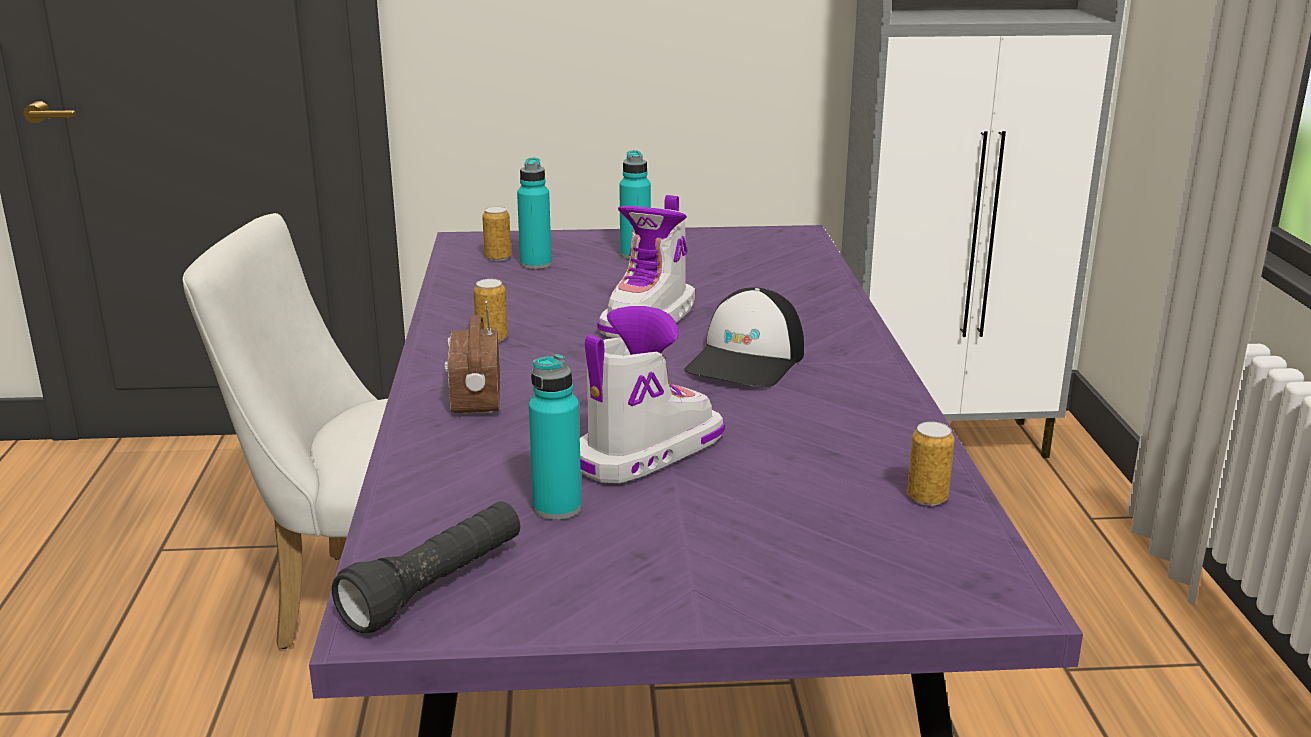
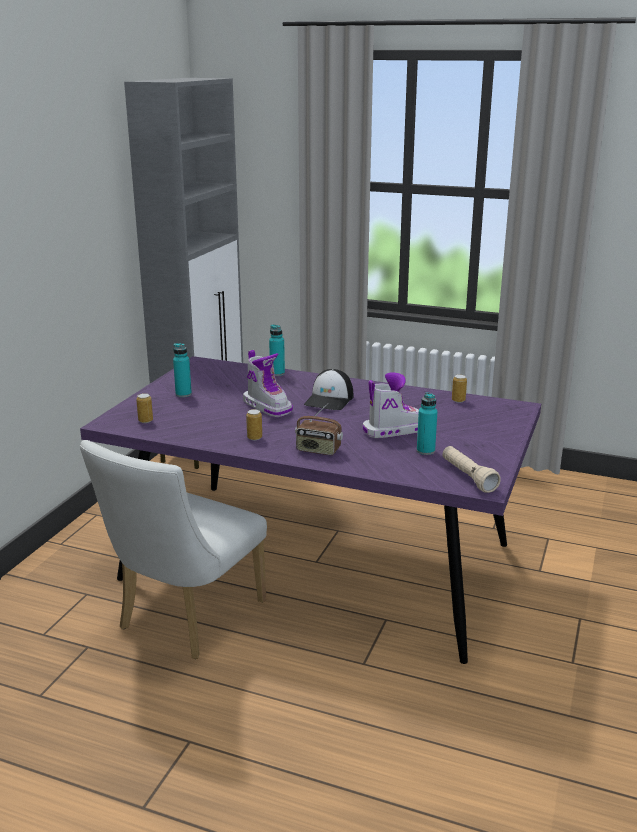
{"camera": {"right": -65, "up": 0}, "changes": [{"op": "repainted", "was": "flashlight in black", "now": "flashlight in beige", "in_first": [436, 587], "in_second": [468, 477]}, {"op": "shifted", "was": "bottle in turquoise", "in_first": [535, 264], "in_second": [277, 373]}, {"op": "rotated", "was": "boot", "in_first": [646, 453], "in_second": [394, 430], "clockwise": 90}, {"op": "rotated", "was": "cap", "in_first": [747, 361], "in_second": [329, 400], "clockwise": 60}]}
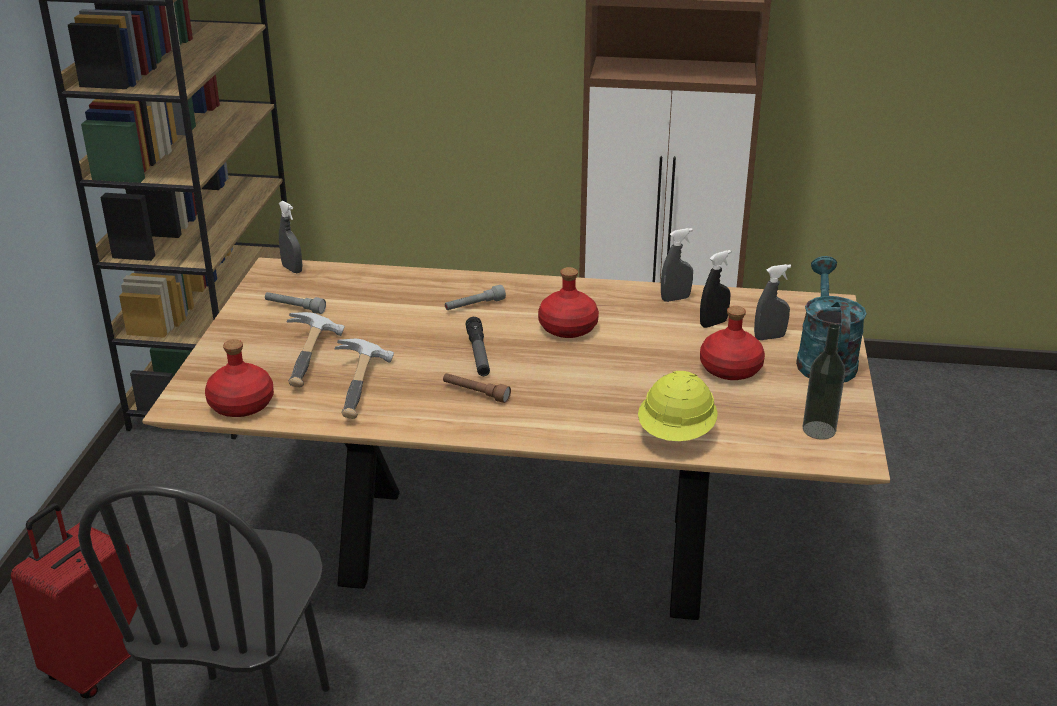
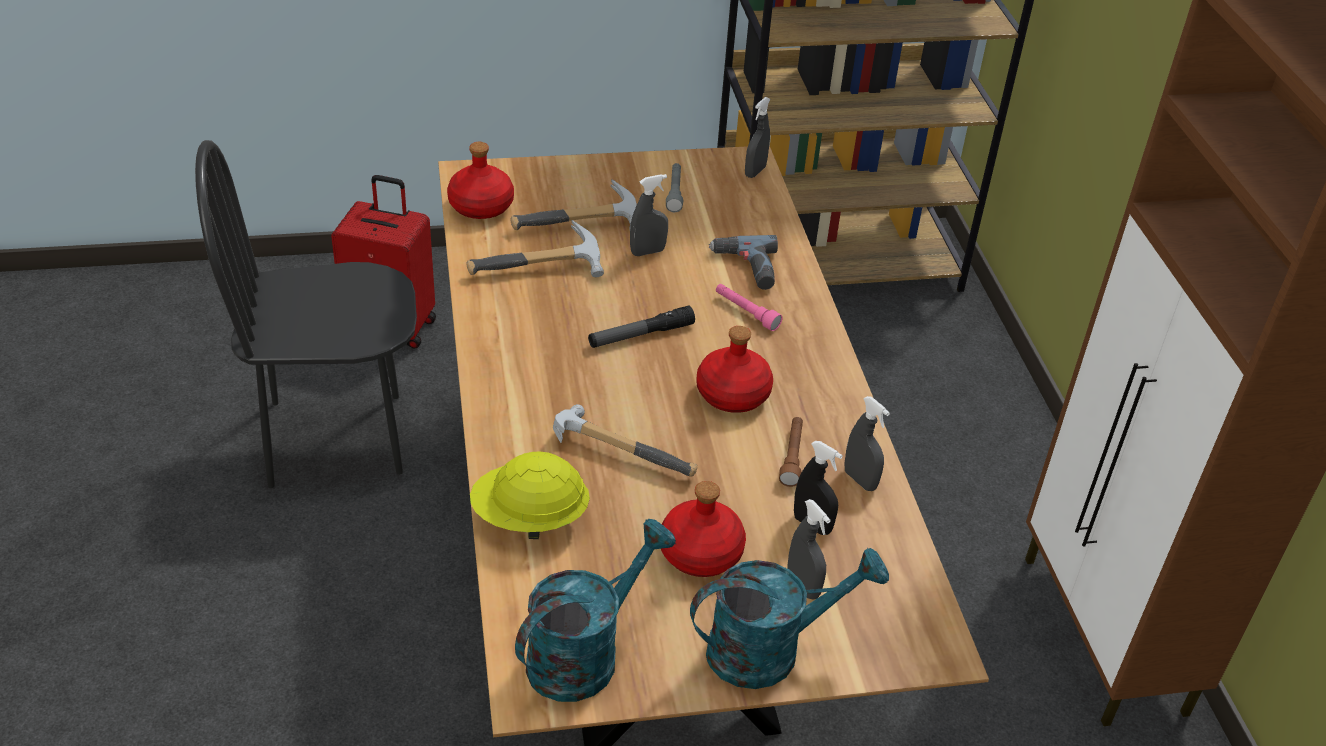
{"camera": {"right": 70, "up": 10}, "changes": [{"op": "shifted", "was": "flashlight in brown", "in_first": [475, 393], "in_second": [792, 457]}, {"op": "repainted", "was": "flashlight in grey", "now": "flashlight in pink", "in_first": [474, 306], "in_second": [746, 312]}, {"op": "swapped", "was": "bottle", "now": "watering can in turquoise", "in_first": [819, 430], "in_second": [584, 653]}, {"op": "new", "now": "hammer", "in_second": [620, 450]}, {"op": "new", "now": "spray bottle in grey", "in_second": [647, 252]}, {"op": "new", "now": "power drill", "in_second": [745, 268]}]}
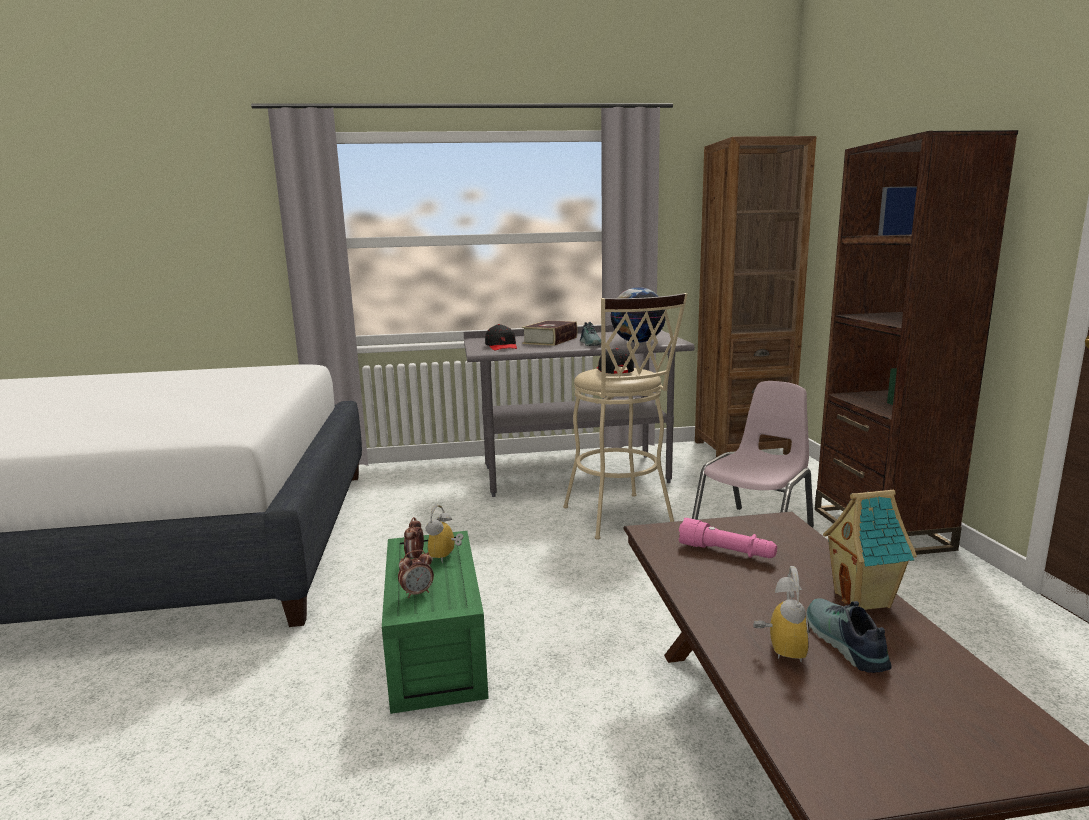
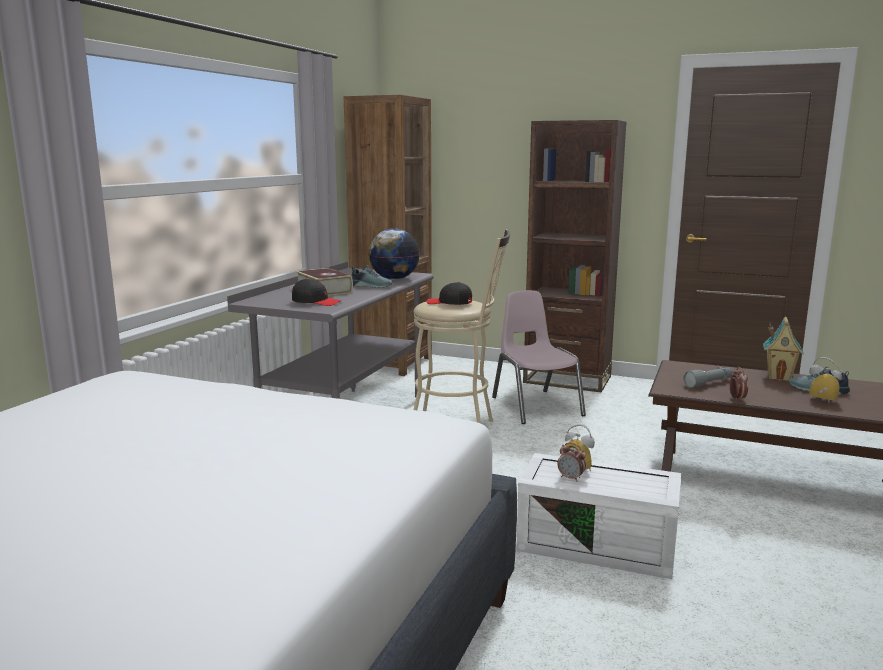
{"camera": {"right": -60, "up": 0}, "changes": [{"op": "repainted", "was": "storage box in green", "now": "storage box in white", "in_first": [439, 650], "in_second": [599, 544]}, {"op": "shifted", "was": "alarm clock", "in_first": [417, 593], "in_second": [737, 399]}, {"op": "repainted", "was": "flashlight in pink", "now": "flashlight in grey", "in_first": [727, 552], "in_second": [709, 383]}]}
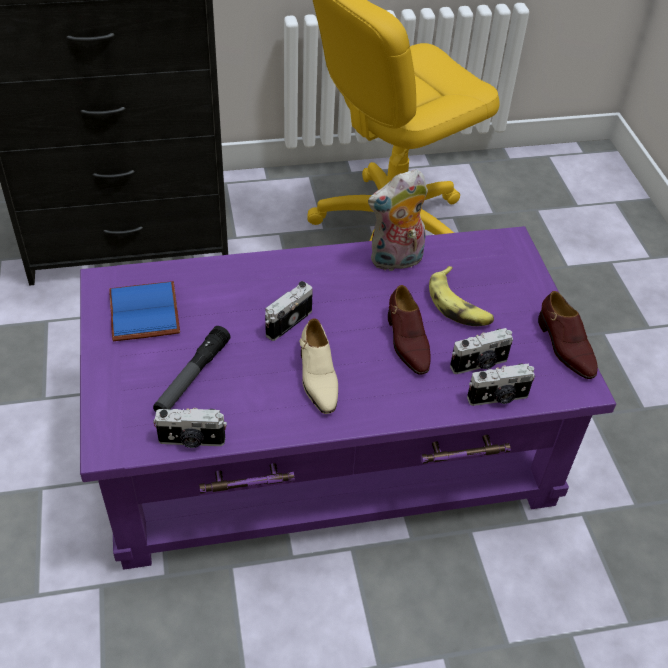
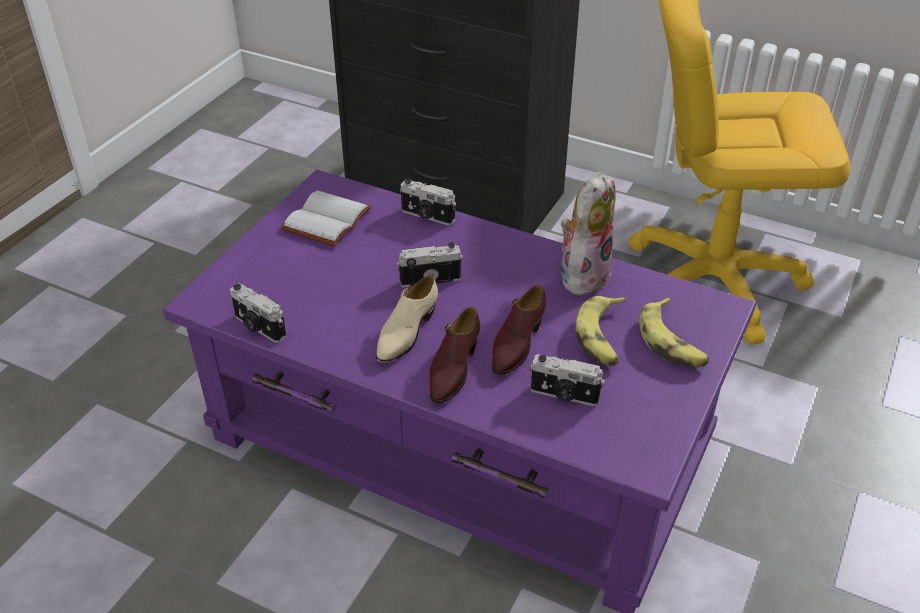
{"camera": {"right": 40, "up": -5}, "changes": [{"op": "repainted", "was": "book in blue", "now": "book in white", "in_first": [147, 313], "in_second": [328, 221]}, {"op": "gone", "was": "flashlight", "in_first": [192, 377]}, {"op": "rotated", "was": "plush toy", "in_first": [396, 261], "in_second": [583, 274], "clockwise": 105}, {"op": "shifted", "was": "photo camera", "in_first": [498, 398], "in_second": [427, 216]}, {"op": "shifted", "was": "shoe in brown", "in_first": [565, 347], "in_second": [453, 368]}, {"op": "new", "now": "banana", "in_second": [672, 342]}]}
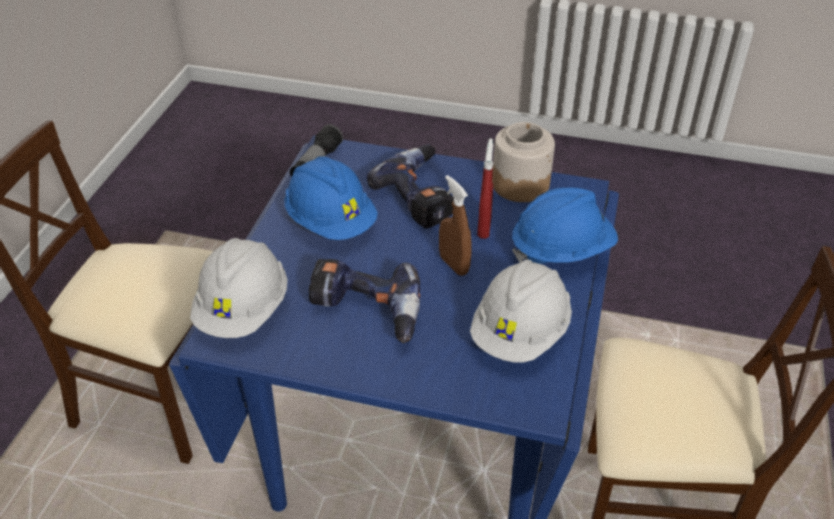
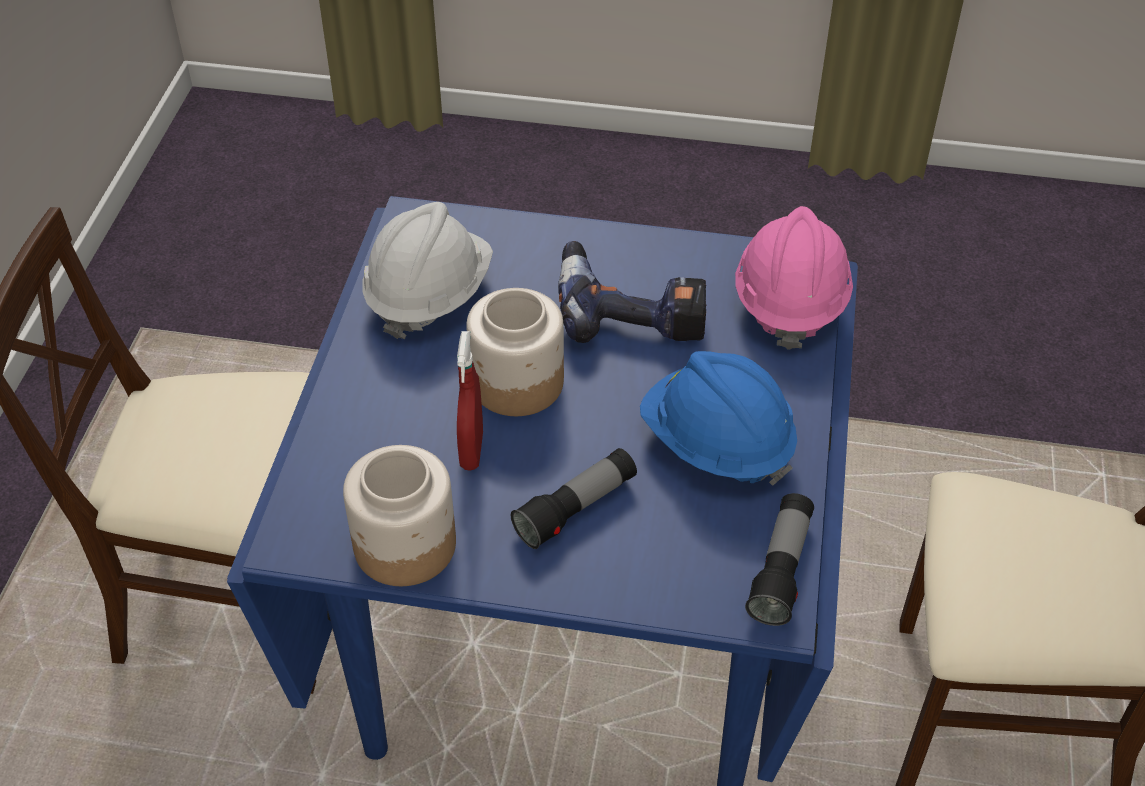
{"camera": {"right": 175, "up": 5}, "changes": [{"op": "repainted", "was": "hard hat in white", "now": "hard hat in pink", "in_first": [243, 310], "in_second": [789, 301]}, {"op": "swapped", "was": "power drill", "now": "flashlight", "in_first": [422, 195], "in_second": [576, 509]}, {"op": "swapped", "was": "spray bottle in brown", "now": "jar", "in_first": [454, 265], "in_second": [517, 383]}, {"op": "gone", "was": "hard hat in blue", "in_first": [561, 250]}]}
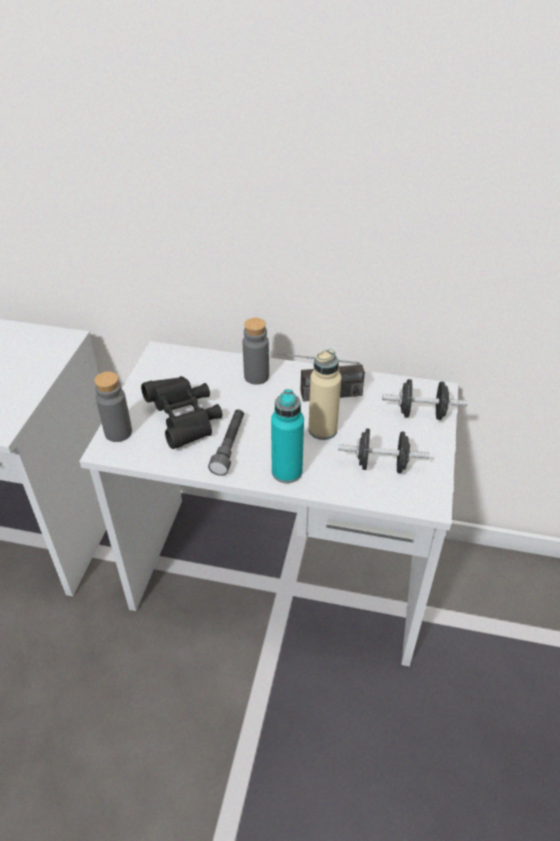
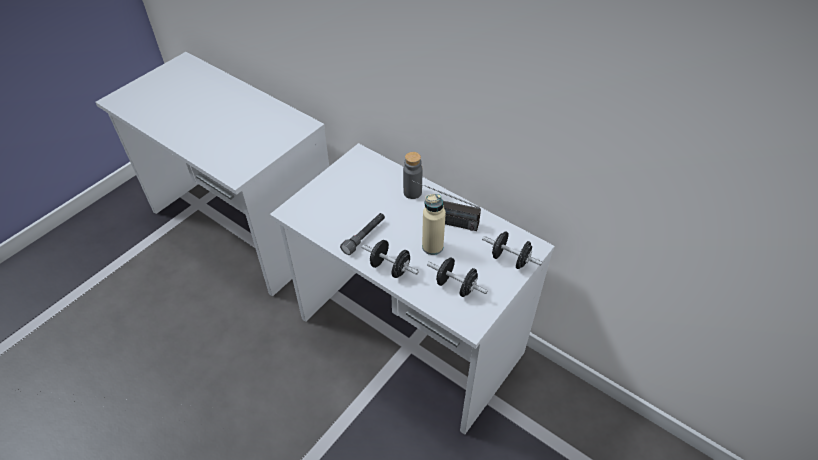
{"camera": {"right": 25, "up": 5}, "changes": [{"op": "gone", "was": "bottle in grey", "in_first": [118, 432]}, {"op": "gone", "was": "binoculars in black", "in_first": [185, 421]}, {"op": "swapped", "was": "bottle in turquoise", "now": "dumbbell in black", "in_first": [287, 472], "in_second": [390, 268]}]}
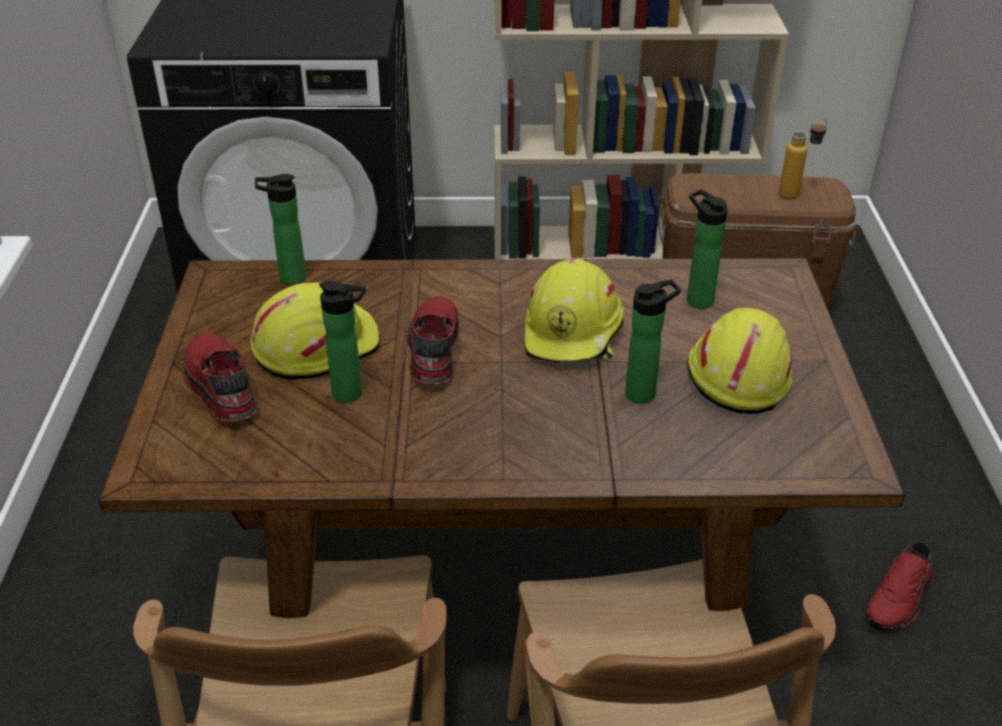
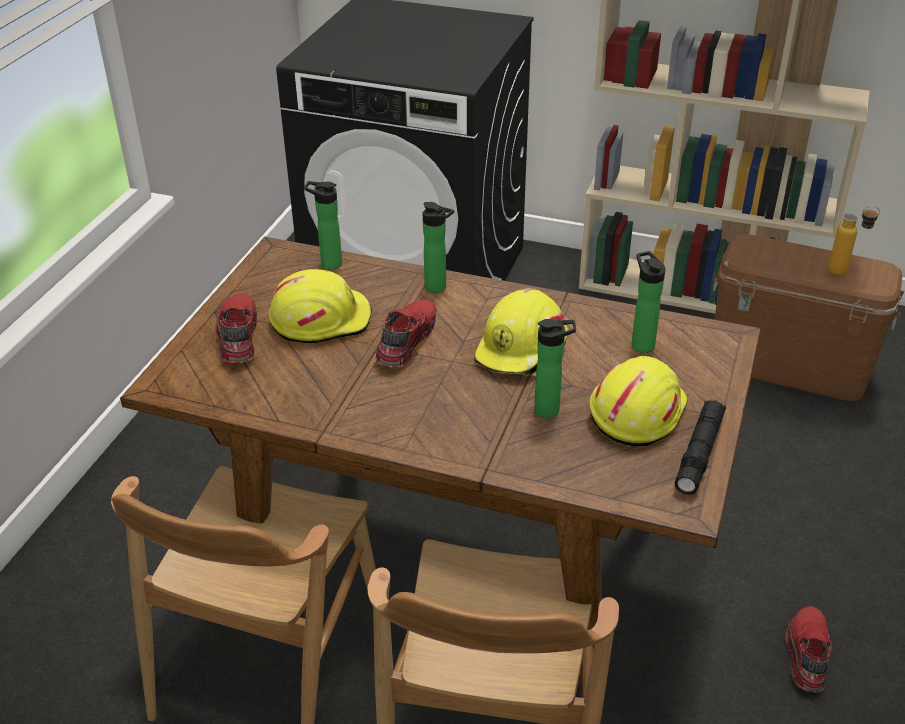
{"camera": {"right": 20, "up": 0}, "changes": [{"op": "shifted", "was": "bottle", "in_first": [352, 394], "in_second": [438, 288]}, {"op": "rotated", "was": "shoe in red", "in_first": [900, 599], "in_second": [805, 653], "clockwise": 135}, {"op": "new", "now": "flashlight in black", "in_second": [699, 453]}]}
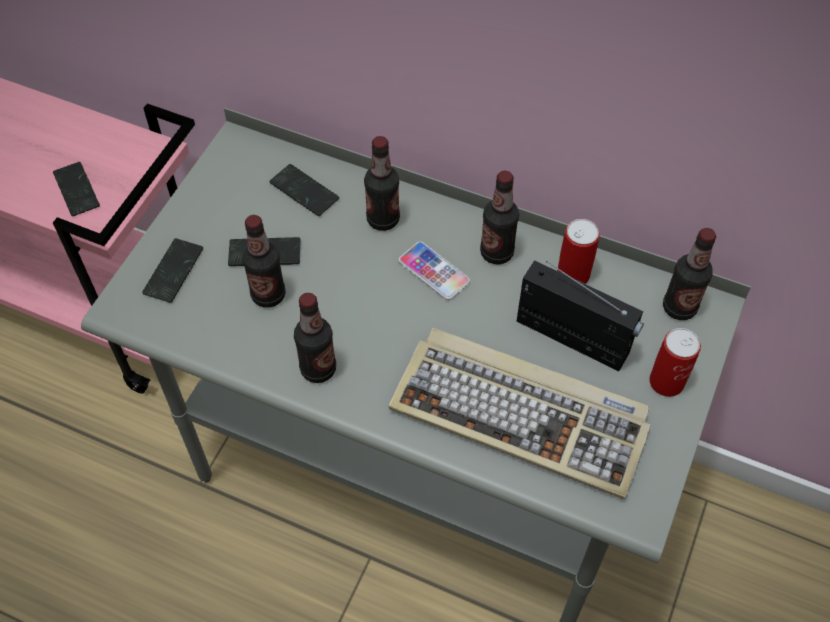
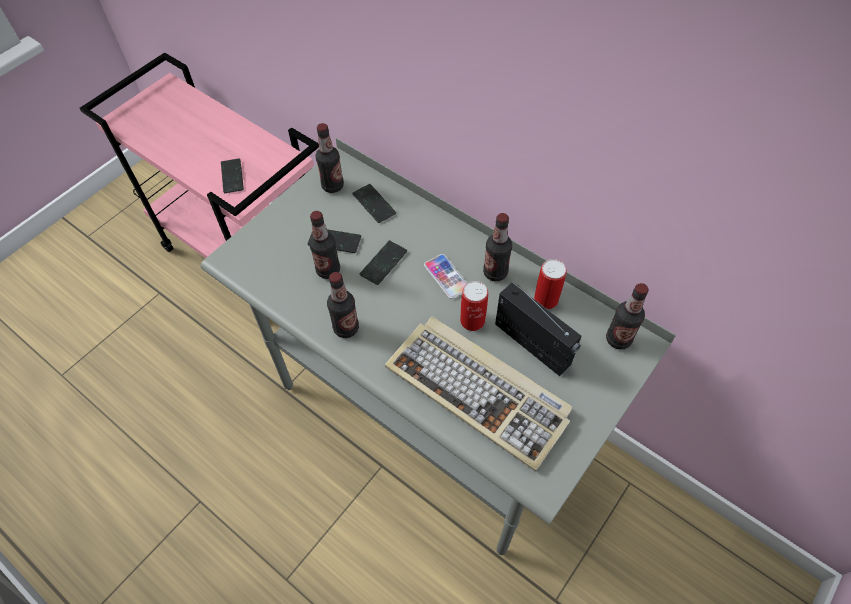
{"camera": {"right": 15, "up": 0}, "changes": [{"op": "shifted", "was": "phone", "in_first": [173, 271], "in_second": [383, 263]}, {"op": "shifted", "was": "bottle", "in_first": [383, 219], "in_second": [332, 186]}, {"op": "shifted", "was": "can", "in_first": [666, 382], "in_second": [472, 320]}]}
